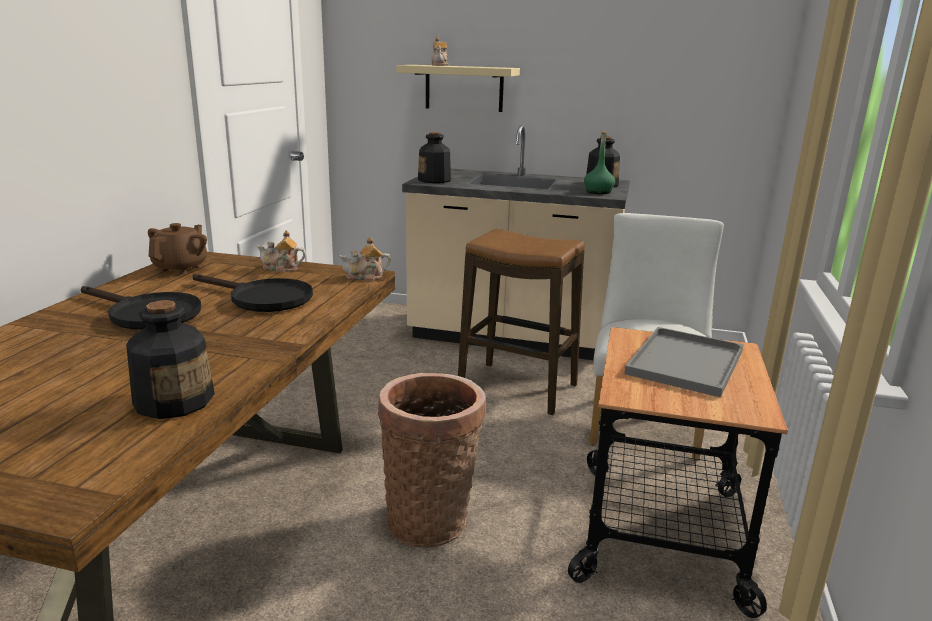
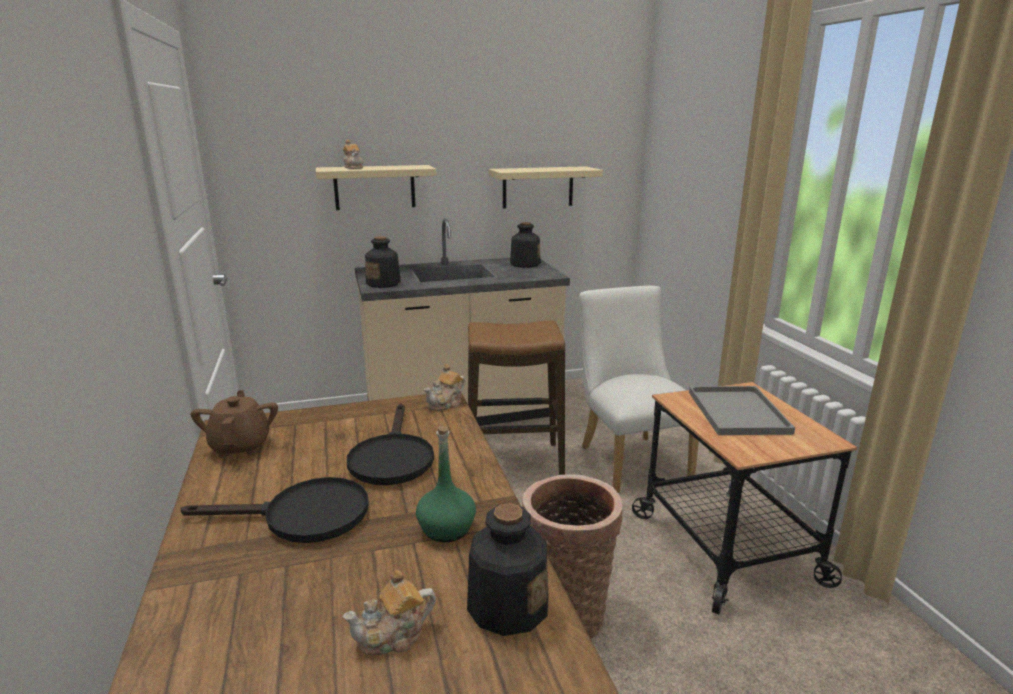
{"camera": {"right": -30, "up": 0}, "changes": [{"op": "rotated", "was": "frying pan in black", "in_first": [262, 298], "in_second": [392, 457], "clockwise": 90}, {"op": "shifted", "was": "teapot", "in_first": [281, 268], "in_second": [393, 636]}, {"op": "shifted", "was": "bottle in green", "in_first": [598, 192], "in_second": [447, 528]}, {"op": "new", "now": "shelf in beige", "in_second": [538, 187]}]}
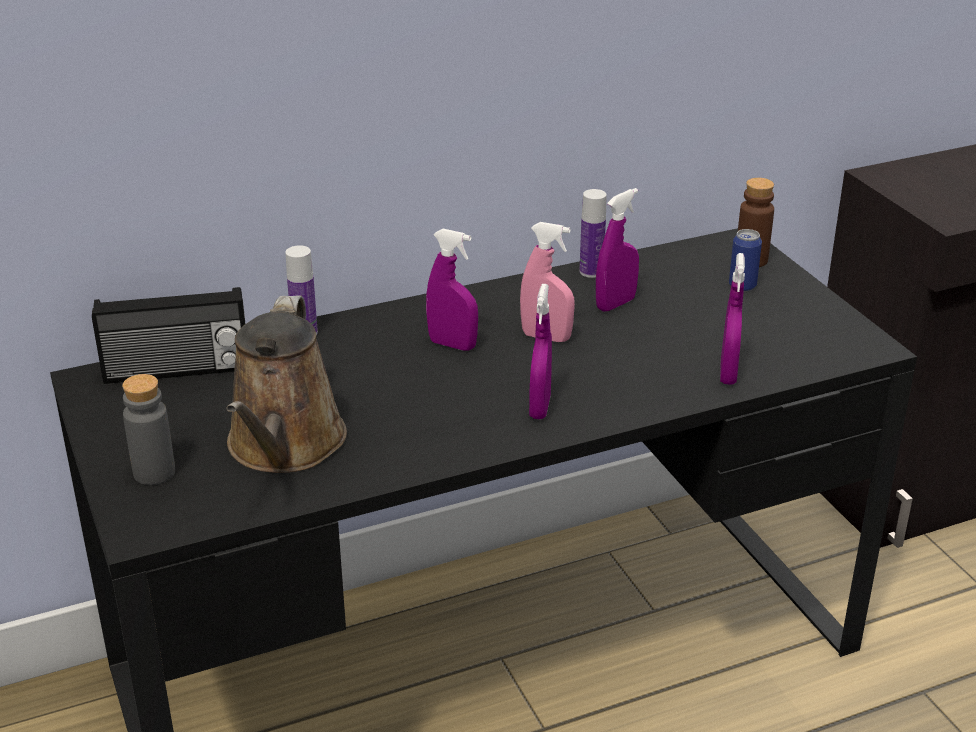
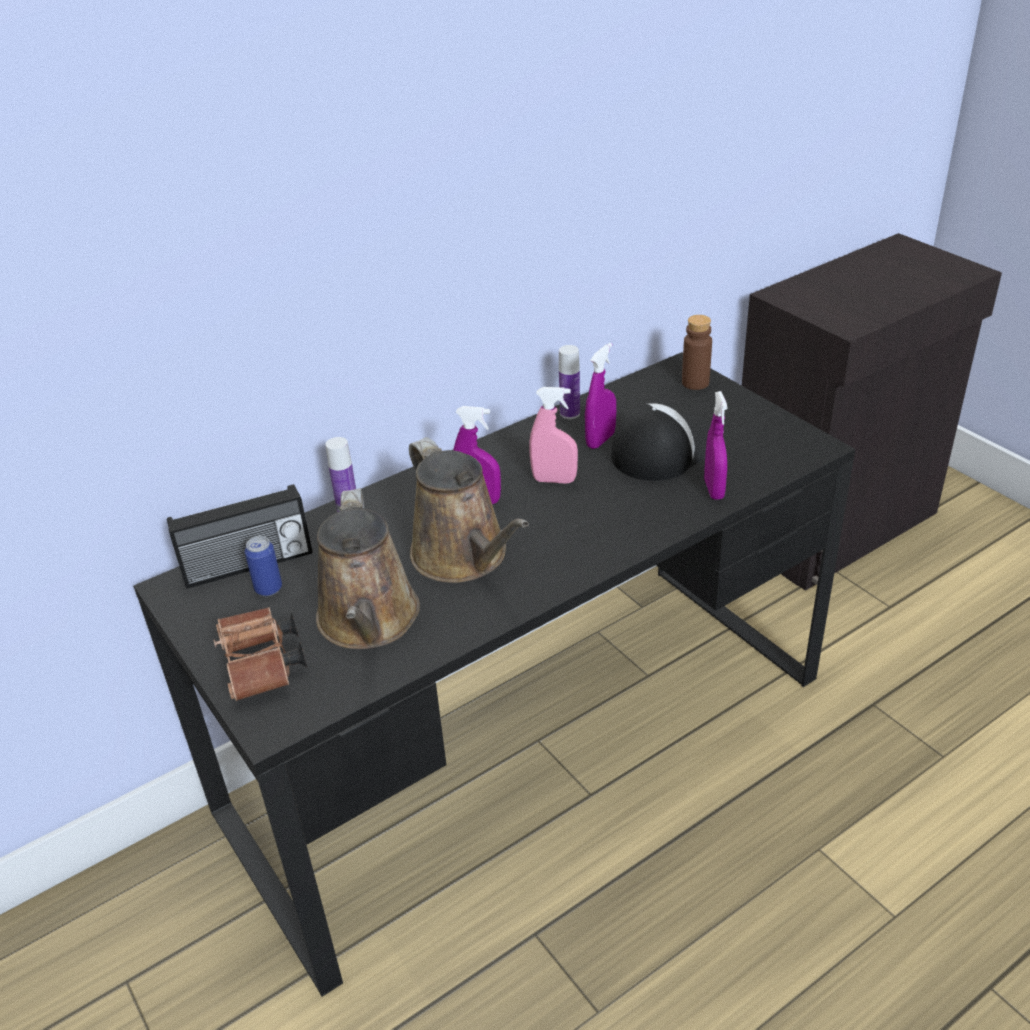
{"camera": {"right": -10, "up": 5}, "changes": [{"op": "swapped", "was": "bottle in grey", "now": "binoculars in brown", "in_first": [154, 472], "in_second": [262, 667]}, {"op": "gone", "was": "spray bottle in purple", "in_first": [540, 407]}, {"op": "shifted", "was": "can", "in_first": [742, 286], "in_second": [268, 588]}, {"op": "new", "now": "watering can in brown", "in_second": [464, 557]}, {"op": "new", "now": "cap", "in_second": [665, 448]}]}
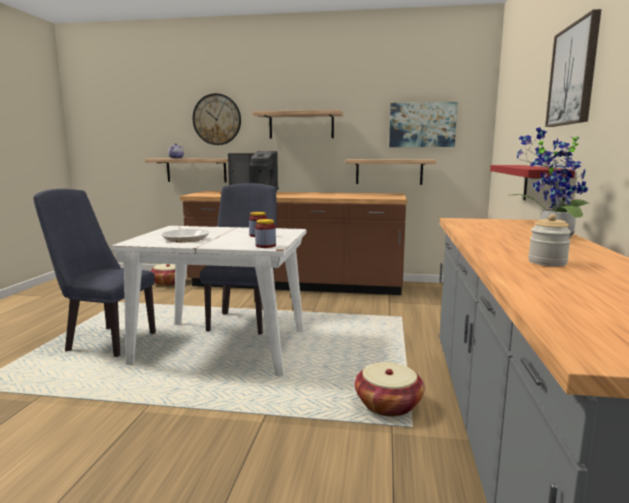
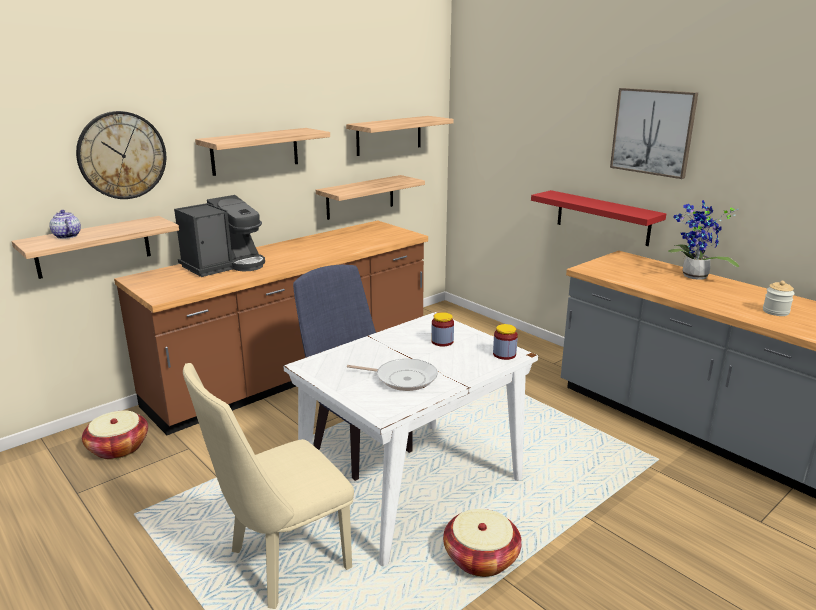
{"camera": {"right": -50, "up": 10}, "changes": [{"op": "repainted", "was": "chair in blue", "now": "chair in beige", "in_first": [105, 341], "in_second": [281, 564]}, {"op": "shifted", "was": "basket", "in_first": [388, 404], "in_second": [481, 558]}, {"op": "swapped", "was": "picture", "now": "shelf", "in_first": [422, 125], "in_second": [389, 135]}]}
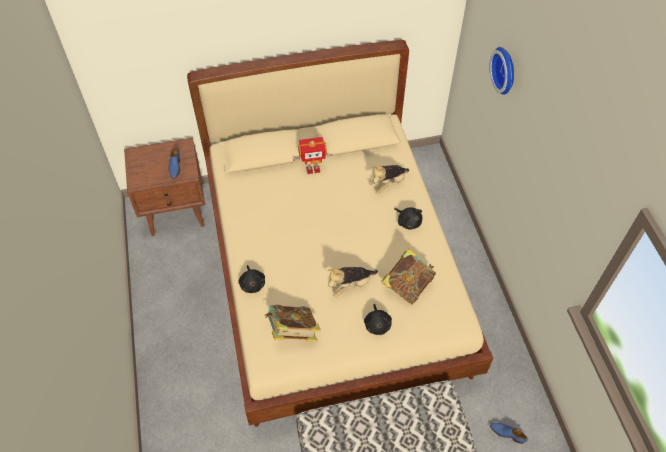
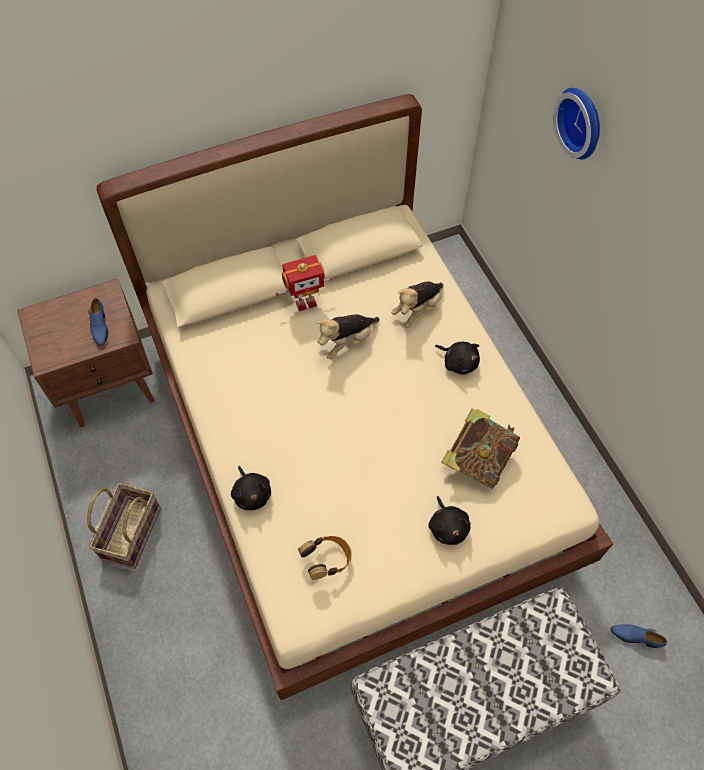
{"camera": {"right": -10, "up": 5}, "changes": [{"op": "swapped", "was": "book", "now": "headphones", "in_first": [293, 332], "in_second": [327, 560]}, {"op": "shifted", "was": "plush toy", "in_first": [350, 285], "in_second": [346, 342]}, {"op": "new", "now": "basket", "in_second": [131, 533]}]}
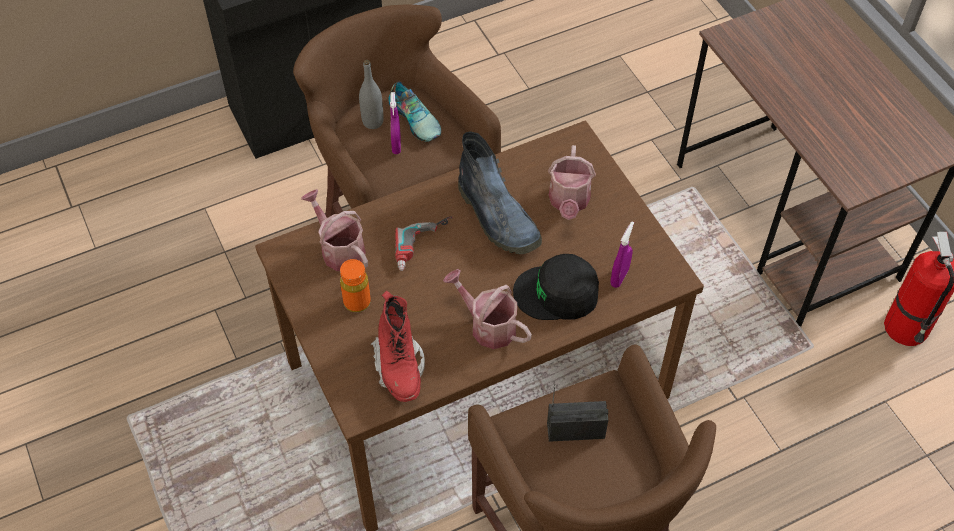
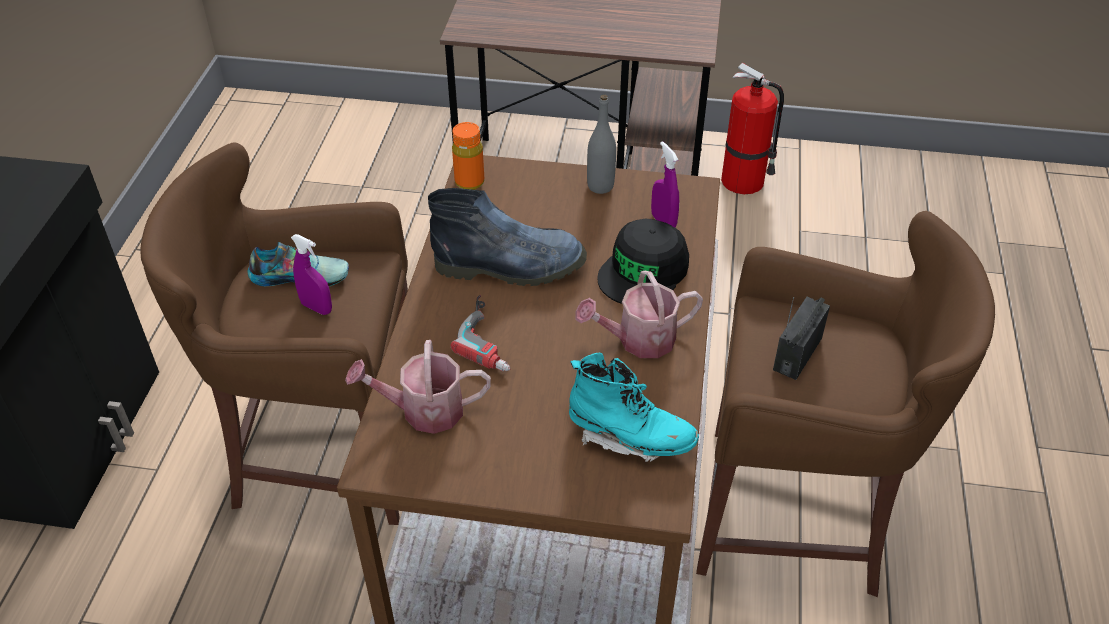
{"camera": {"right": -55, "up": -10}, "changes": [{"op": "shifted", "was": "bottle in orange", "in_first": [357, 302], "in_second": [469, 182]}, {"op": "shifted", "was": "bottle in grey", "in_first": [373, 122], "in_second": [600, 186]}, {"op": "repainted", "was": "boot in red", "now": "boot in turquoise", "in_first": [399, 366], "in_second": [630, 437]}, {"op": "gone", "was": "watering can", "in_first": [569, 202]}]}
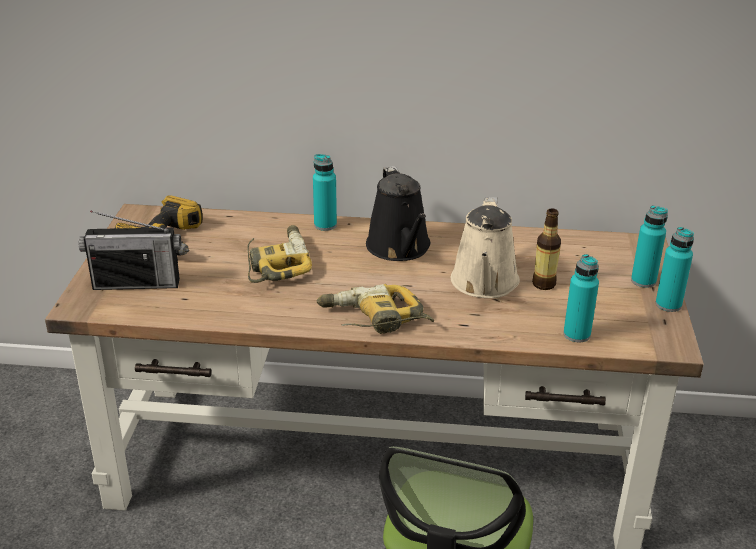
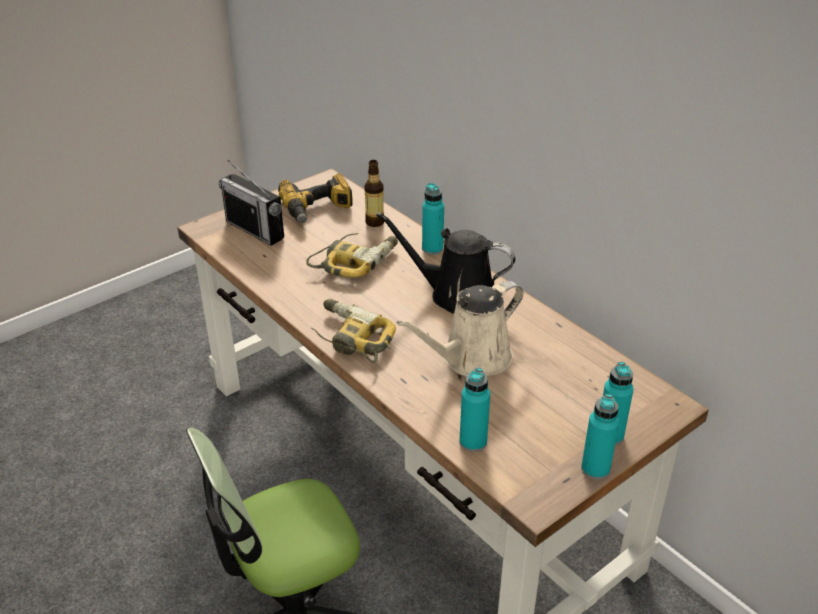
{"camera": {"right": 45, "up": 5}, "changes": [{"op": "rotated", "was": "watering can in black", "in_first": [400, 248], "in_second": [456, 295], "clockwise": 75}, {"op": "shifted", "was": "bottle", "in_first": [543, 284], "in_second": [374, 222]}]}
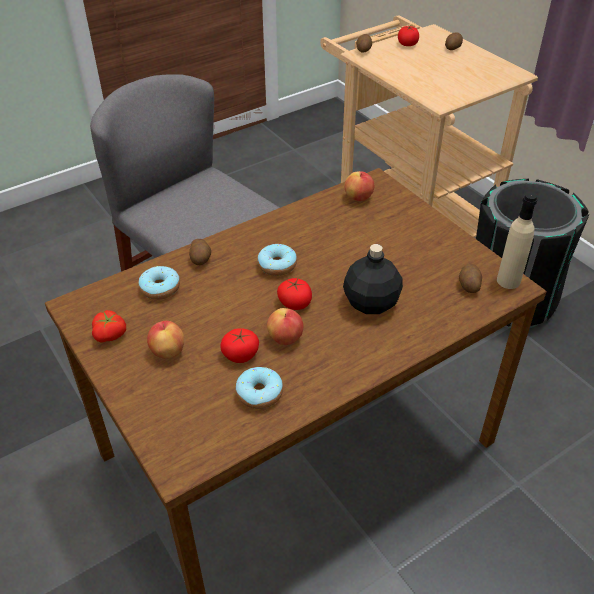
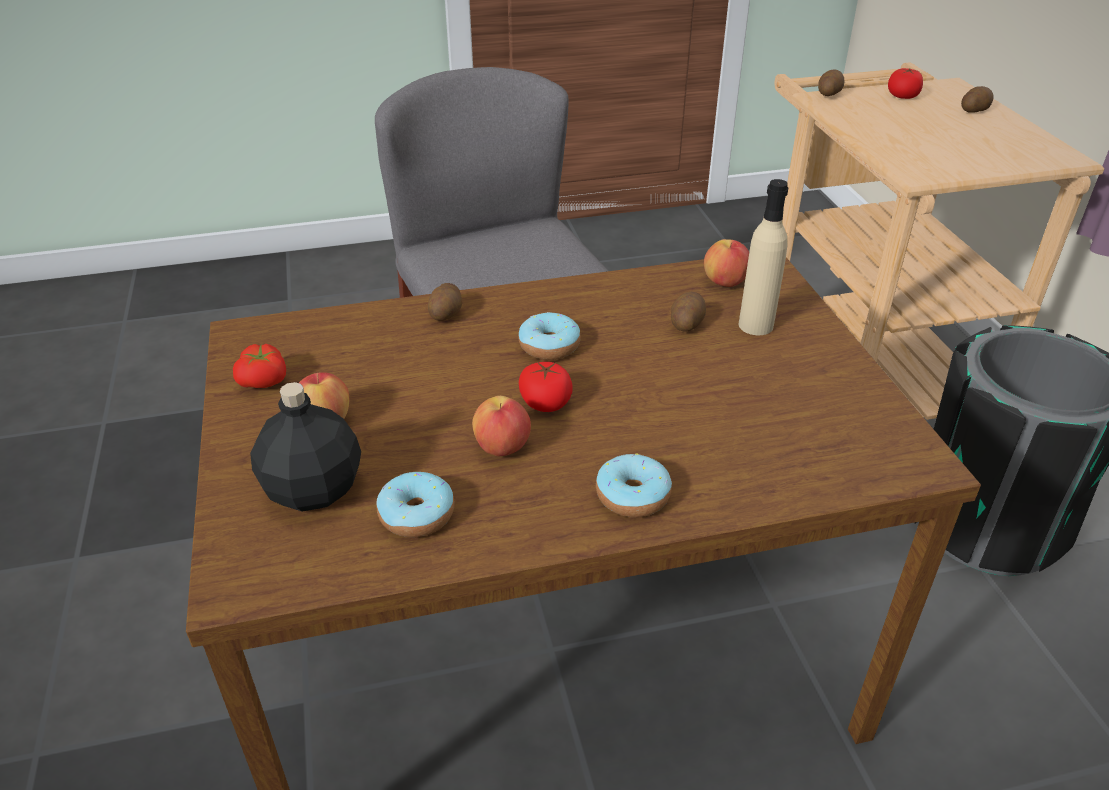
{"camera": {"right": 20, "up": -5}, "changes": [{"op": "shifted", "was": "donut", "in_first": [160, 288], "in_second": [632, 496]}, {"op": "gone", "was": "tomato", "in_first": [240, 354]}, {"op": "shifted", "was": "bottle in black", "in_first": [370, 303], "in_second": [312, 489]}, {"op": "shifted", "was": "potato", "in_first": [468, 285], "in_second": [686, 323]}, {"op": "shifted", "was": "bottle in beige", "in_first": [508, 281], "in_second": [756, 325]}]}
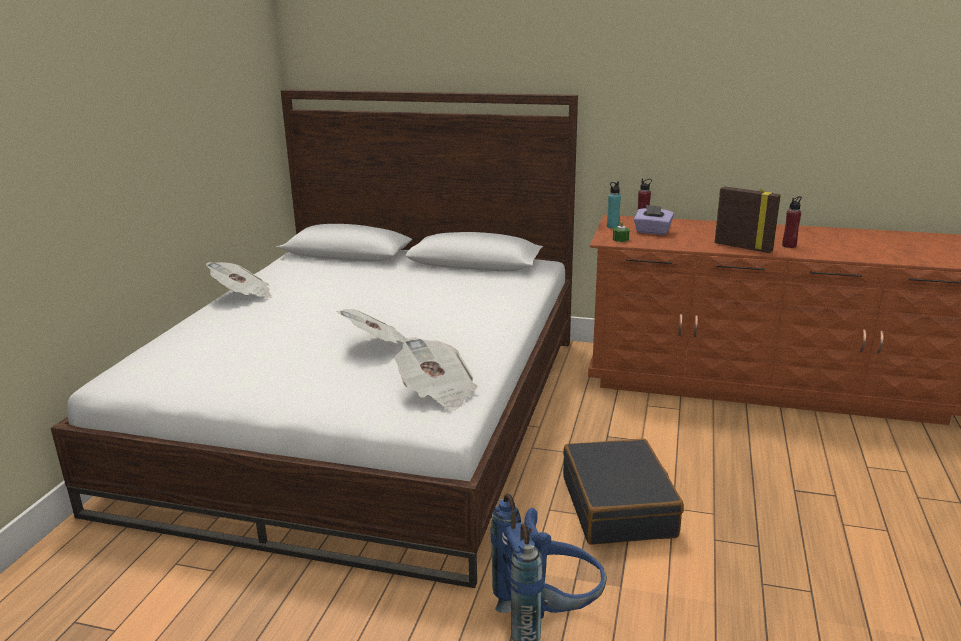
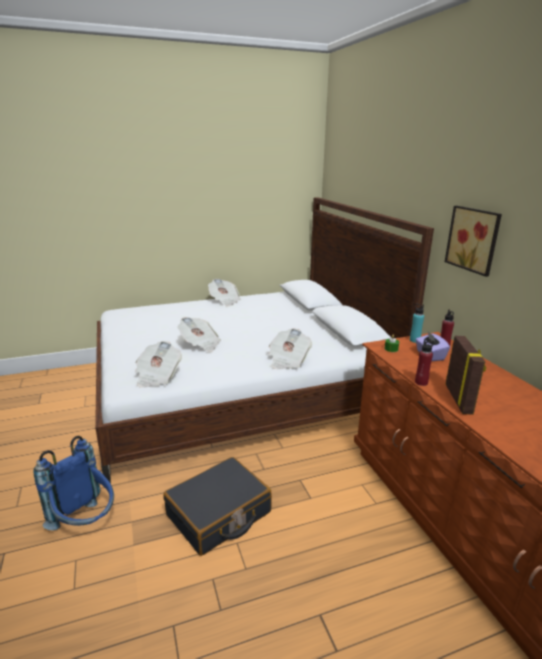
{"camera": {"right": 55, "up": 0}, "changes": [{"op": "shifted", "was": "bottle in red", "in_first": [789, 246], "in_second": [421, 382]}, {"op": "new", "now": "newspaper", "in_second": [288, 360]}, {"op": "new", "now": "picture", "in_second": [474, 239]}]}
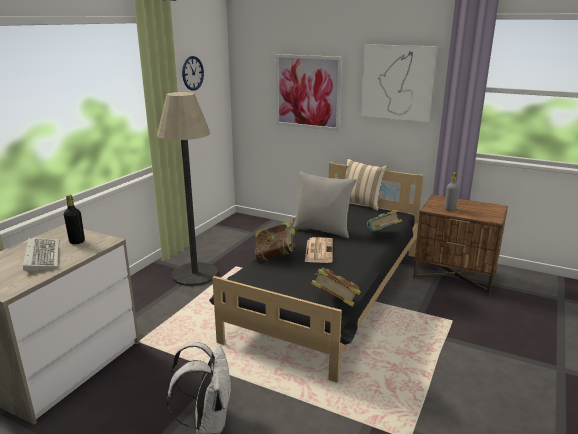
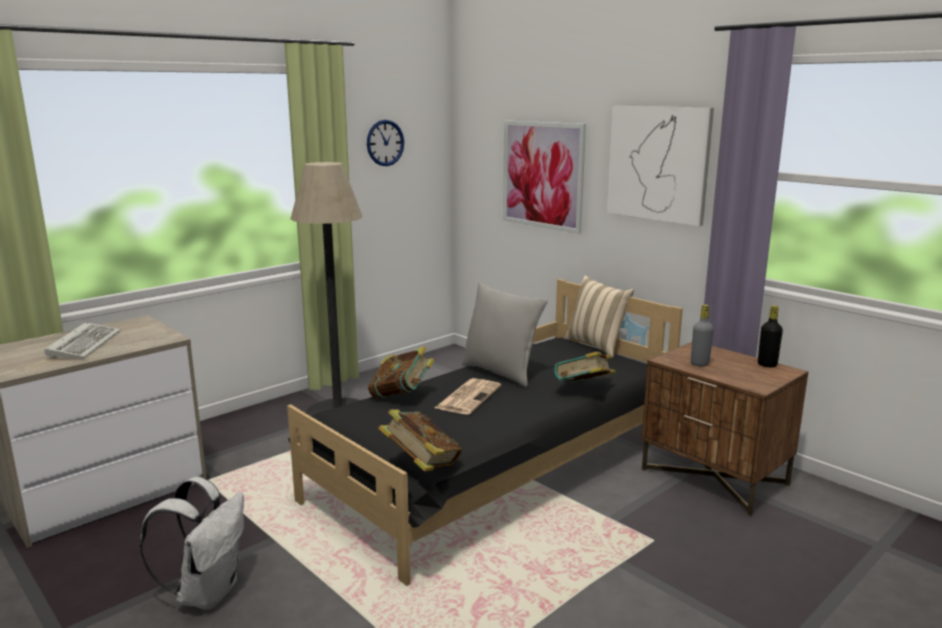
{"camera": {"right": 20, "up": -5}, "changes": [{"op": "shifted", "was": "bottle in black", "in_first": [77, 241], "in_second": [767, 365]}]}
